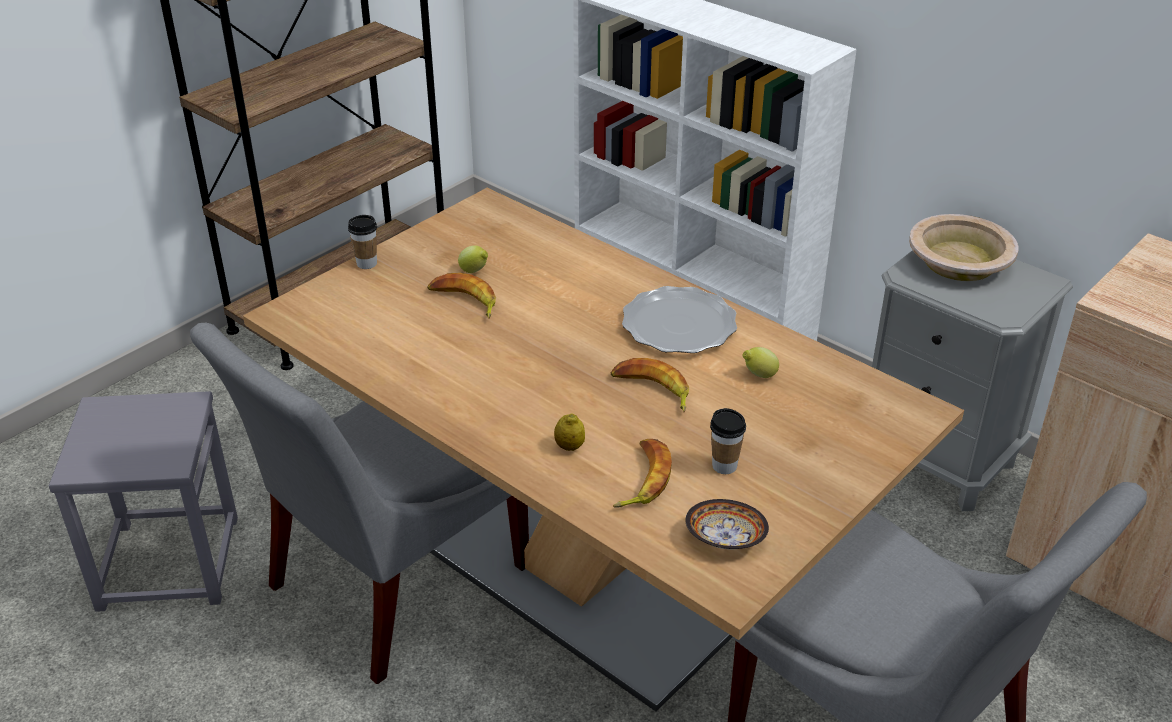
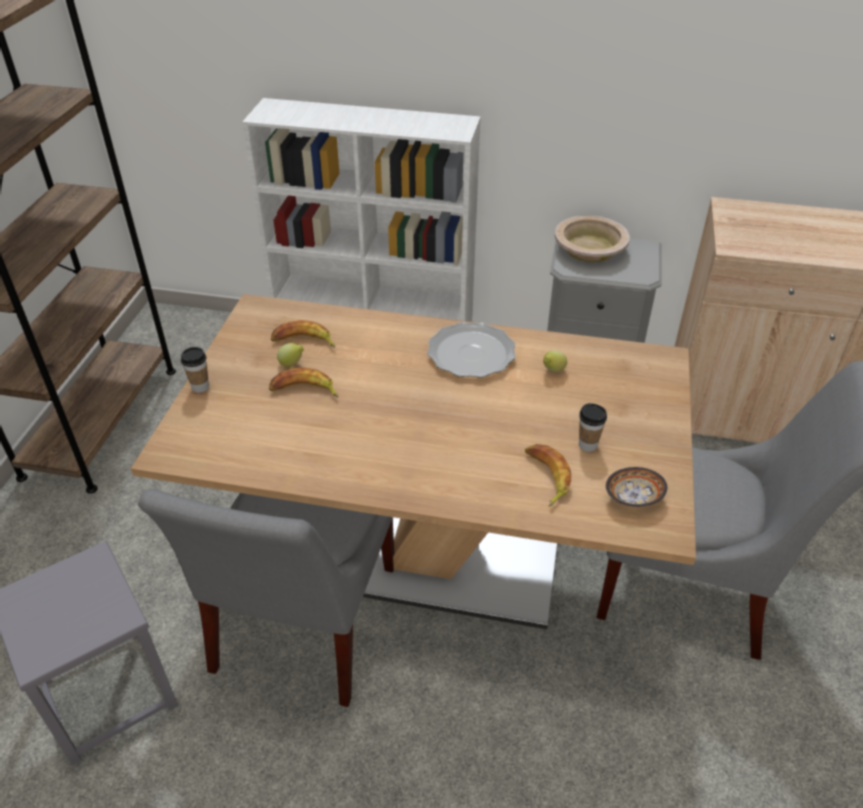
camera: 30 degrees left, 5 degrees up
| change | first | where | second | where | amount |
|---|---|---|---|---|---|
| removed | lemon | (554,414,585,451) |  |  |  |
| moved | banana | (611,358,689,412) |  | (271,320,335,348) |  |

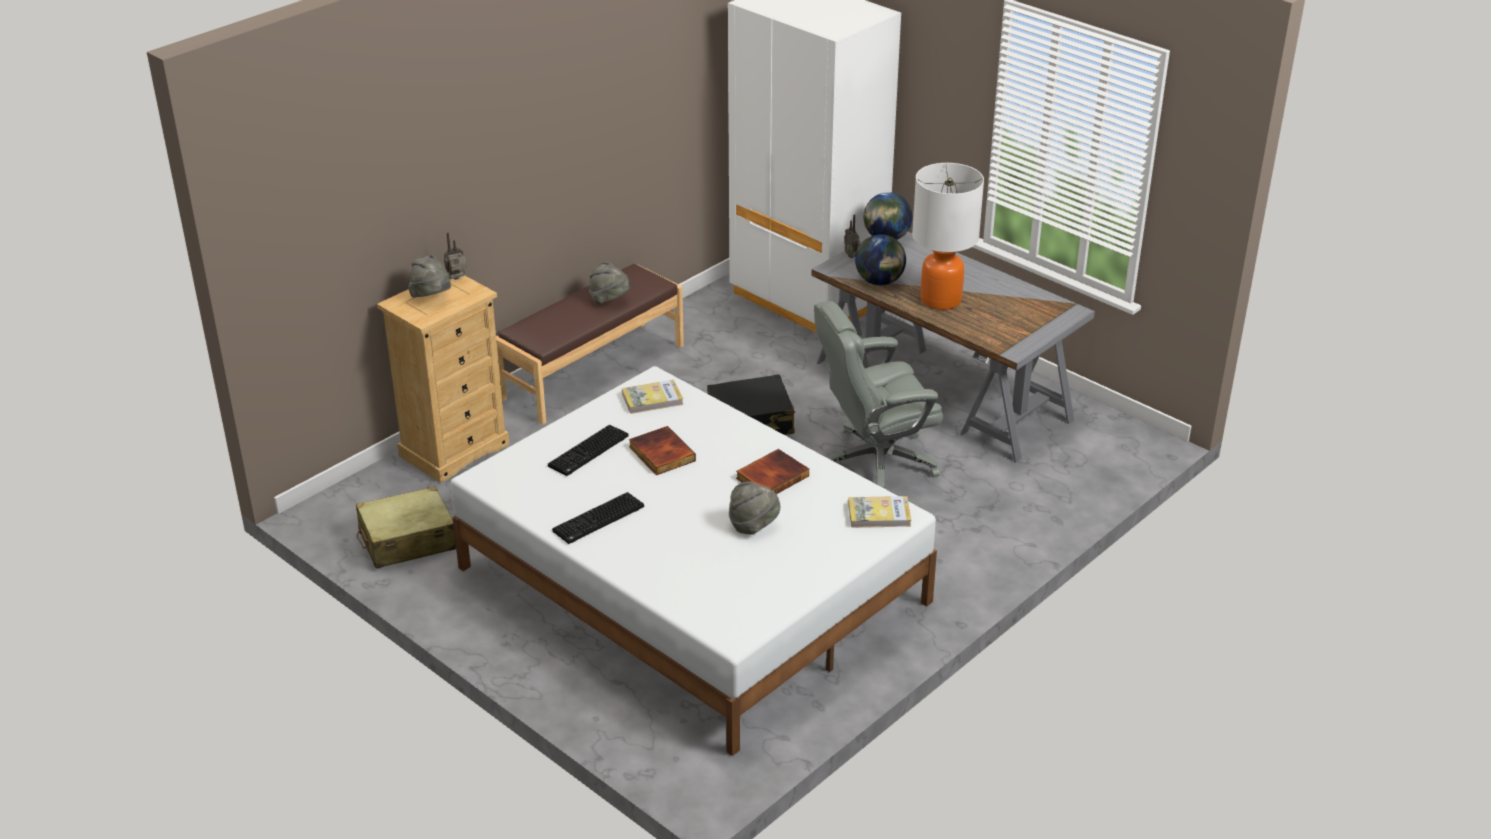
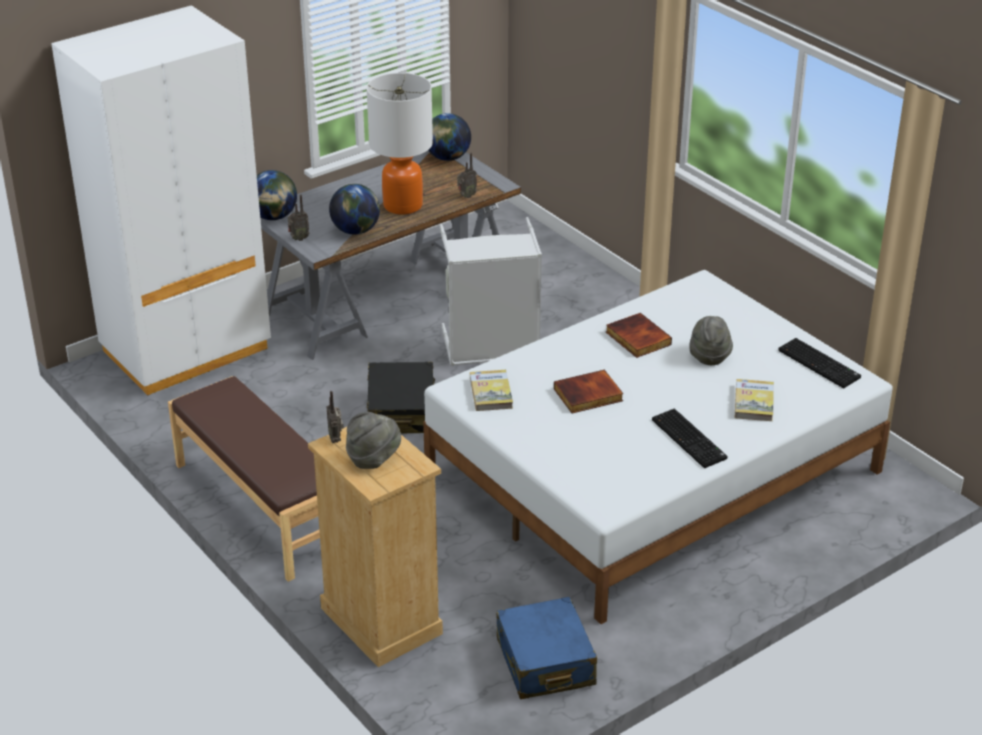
camera: 80 degrees left, 0 degrees up
| change | first | where | second | where | amount |
|---|---|---|---|---|---|
| removed | hat (grey) | (589,262,631,304) |  |  |  |
| added |  |  | globe | (428,113,471,161) |  |
| added |  |  | radio | (457,153,477,198) |  |
| moved | keyboard | (548,425,629,476) |  | (778,338,861,388) |  |
| moved | book | (848,496,911,528) |  | (735,379,774,421) |  |
| replaced | office chair (grey) | (814,301,943,488) | laundry basket (grey) | (439,217,542,366) |  |
| recoloured | suitcase (beige) | (356,486,456,569) | suitcase (blue) | (496,597,597,699) |  |

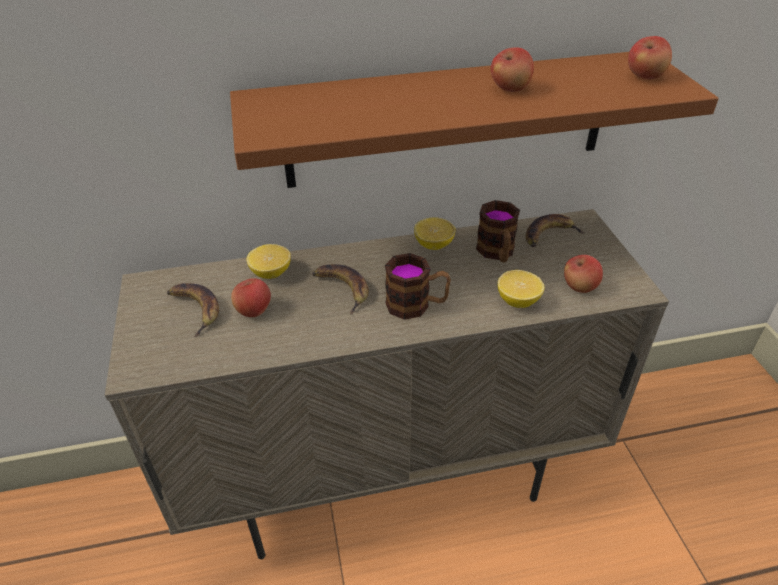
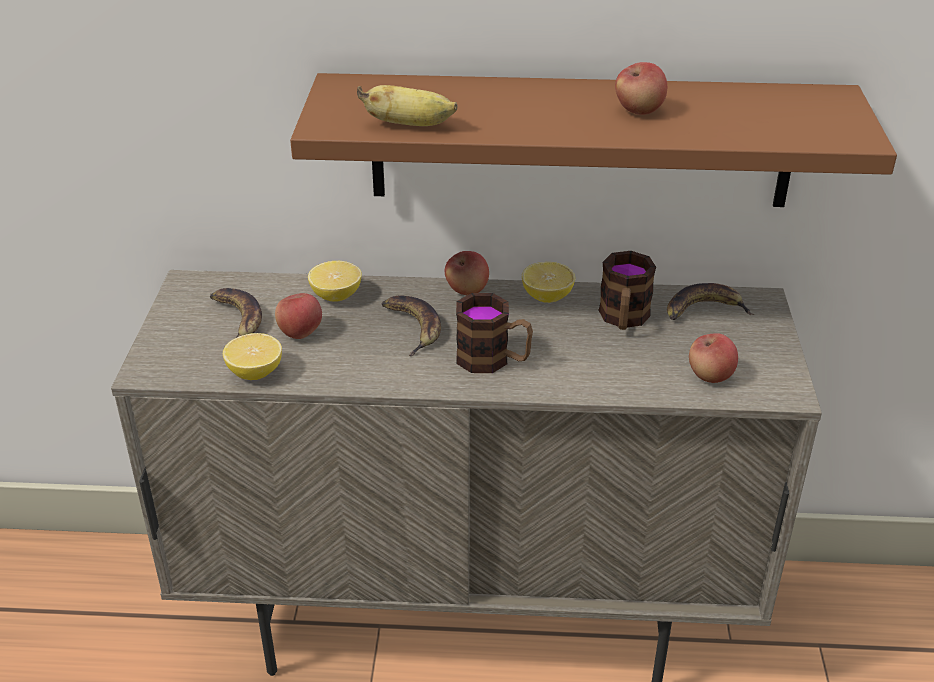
camera: 15 degrees right, 5 degrees down
| change | first | where | second | where | amount |
|---|---|---|---|---|---|
| added |  |  | banana | (357,85,457,126) |  |
| moved | lemon | (497,270,545,308) |  | (223,333,282,380) |  |
| moved | apple | (628,36,672,80) |  | (445,251,489,295) |  |

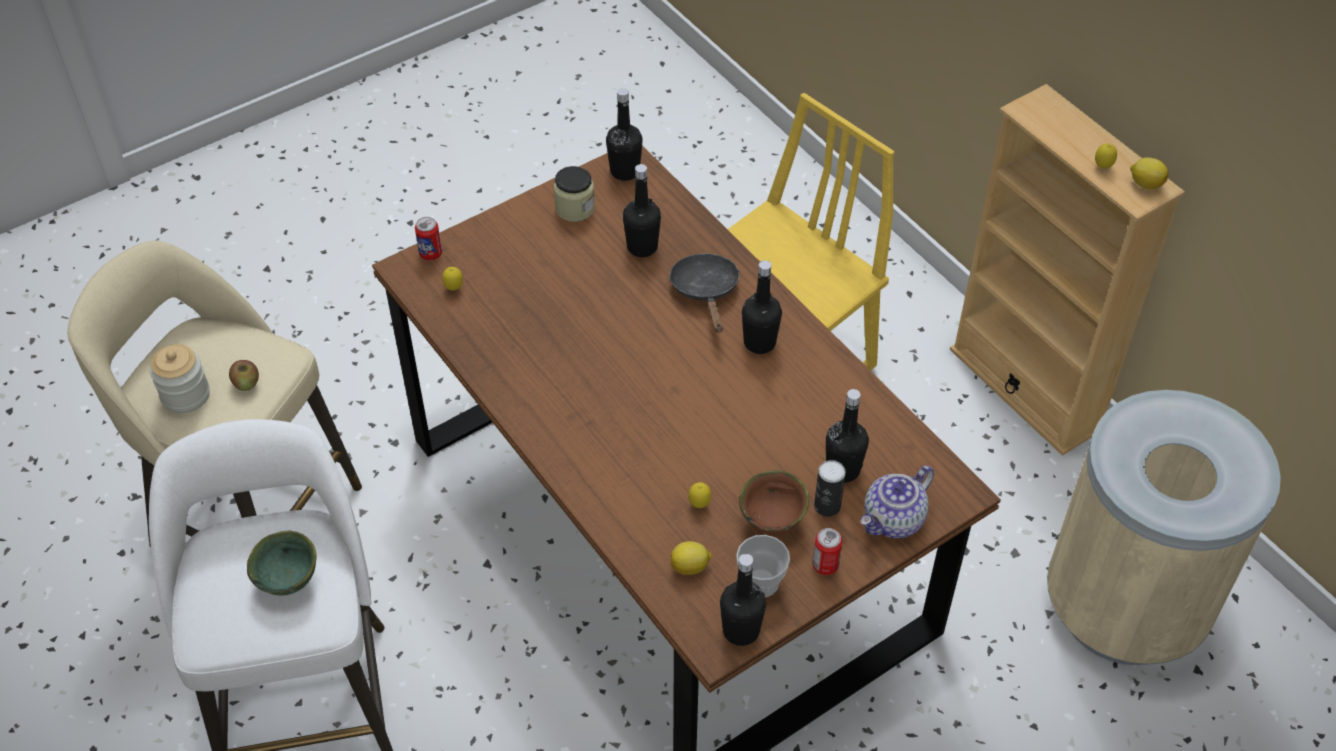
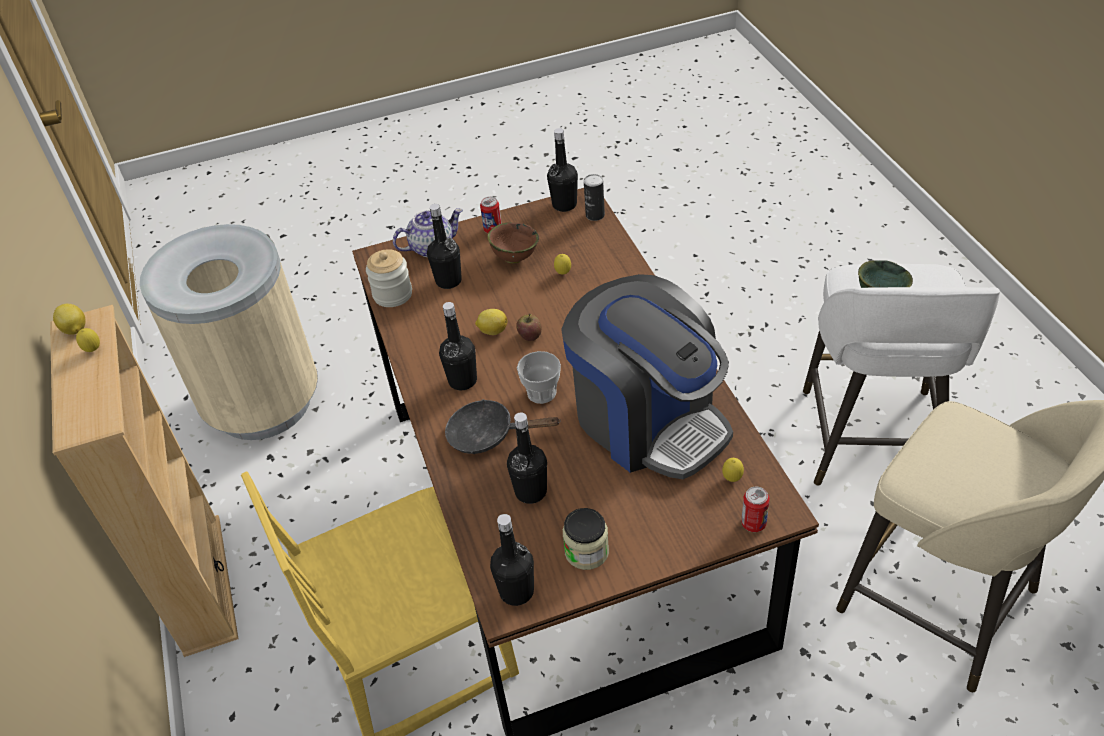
camera: 160 degrees left, 5 degrees down
| change | first | where | second | where | amount |
|---|---|---|---|---|---|
| added |  |  | coffee machine | (561,274,733,479) |  |
| moved | jar | (150,344,210,413) |  | (366,249,412,307) |  |
| moved | apple | (229,360,259,391) |  | (516,314,542,341) |  |
| moved | lemon | (670,541,712,575) |  | (475,309,507,335) |  |
| moved | cup | (736,535,790,598) |  | (517,351,561,404) |  |
| moved | can | (814,460,846,517) |  | (584,174,605,221) |  |
| turned | frying pan (black) | (669,253,740,333) |  | (445,399,561,454) | 90 degrees clockwise |

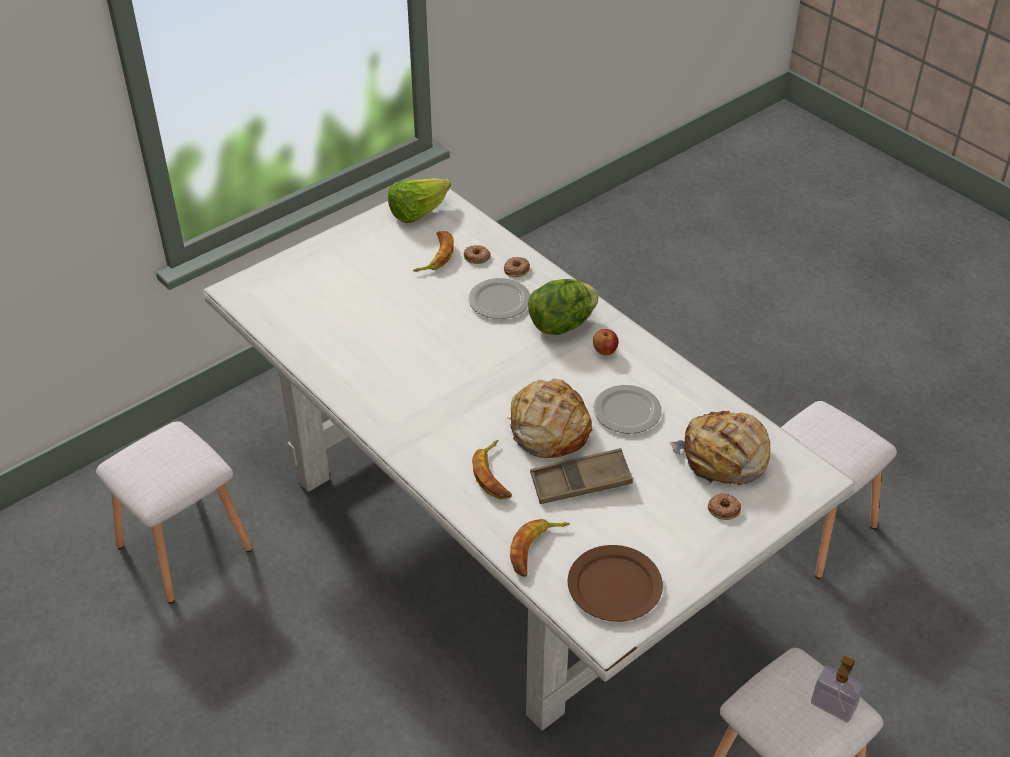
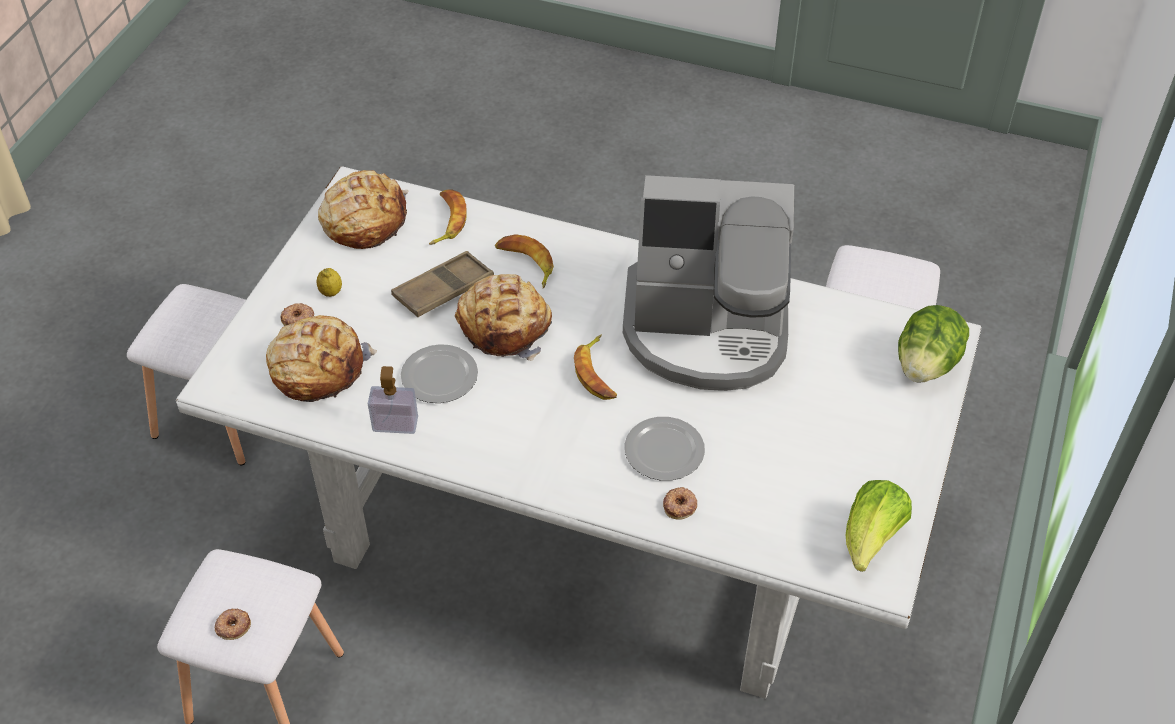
camera: 150 degrees right, 5 degrees up
| change | first | where | second | where | amount |
|---|---|---|---|---|---|
| removed | apple | (593,329,619,355) |  |  |  |
| added |  |  | lemon | (317,268,342,297) |  |
| added |  |  | coffee machine | (623,175,794,391) |  |
| moved | banana | (413,231,454,272) |  | (574,335,617,400) |  |
| moved | donut | (464,245,490,264) |  | (215,609,251,640) |  |
| moved | lettuce | (528,279,599,335) |  | (898,305,969,382) |  |
| moved | soap dispenser | (811,656,864,722) |  | (368,366,418,434) |  |
| replaced | plate (brown) | (568,545,663,622) | bread | (318,170,408,249) |  |

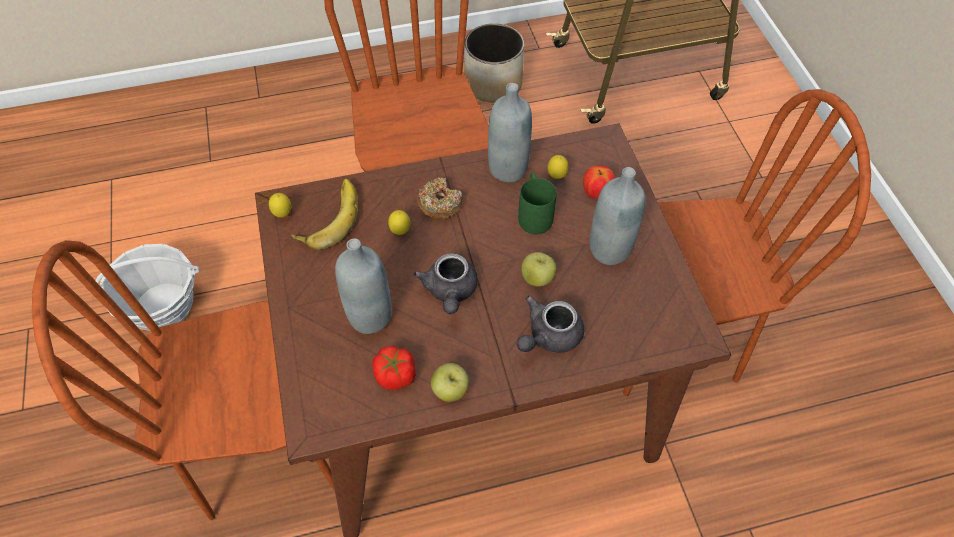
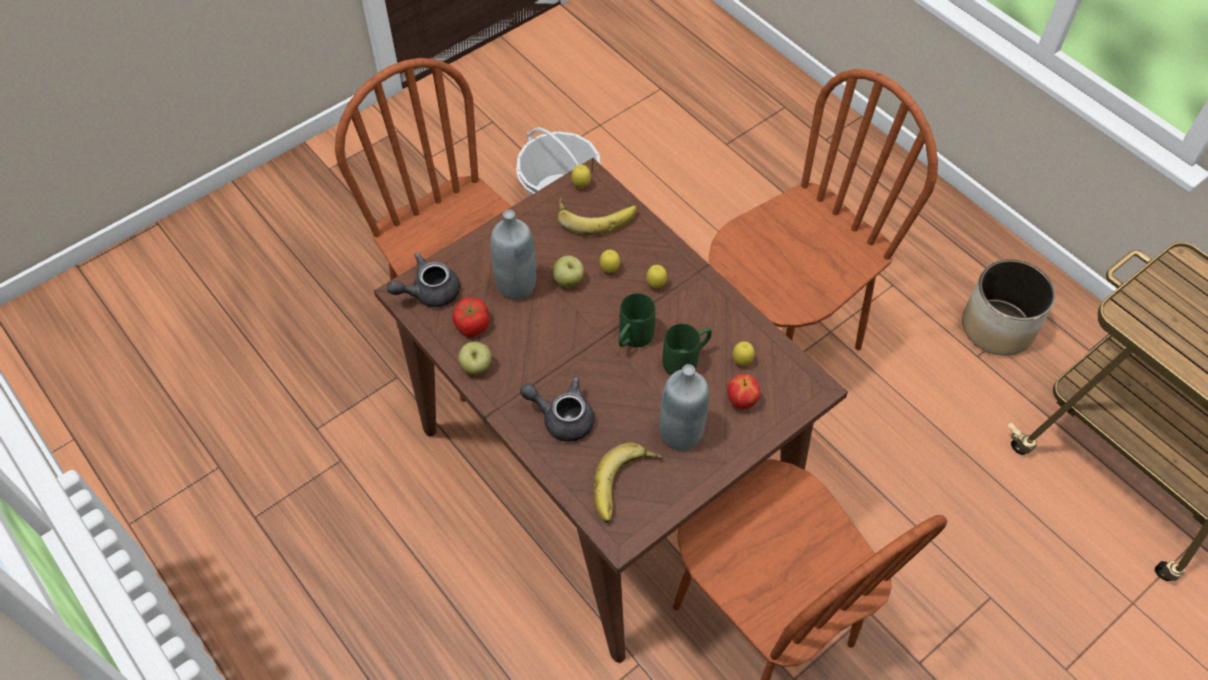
camera: 65 degrees right, 0 degrees up
| change | first | where | second | where | amount |
|---|---|---|---|---|---|
| removed | bottle (grey) | (488,83,532,182) |  |  |  |
| added |  |  | banana | (594,443,663,523) |  |
| added |  |  | mug (green) | (618,293,655,347) |  |
| moved | teapot (grey) | (413,253,478,314) |  | (387,253,460,307) |  |
| moved | apple | (521,252,557,287) |  | (552,255,584,287) |  |
| replaced | donut | (417,177,462,220) | lemon | (646,265,667,288) |  |

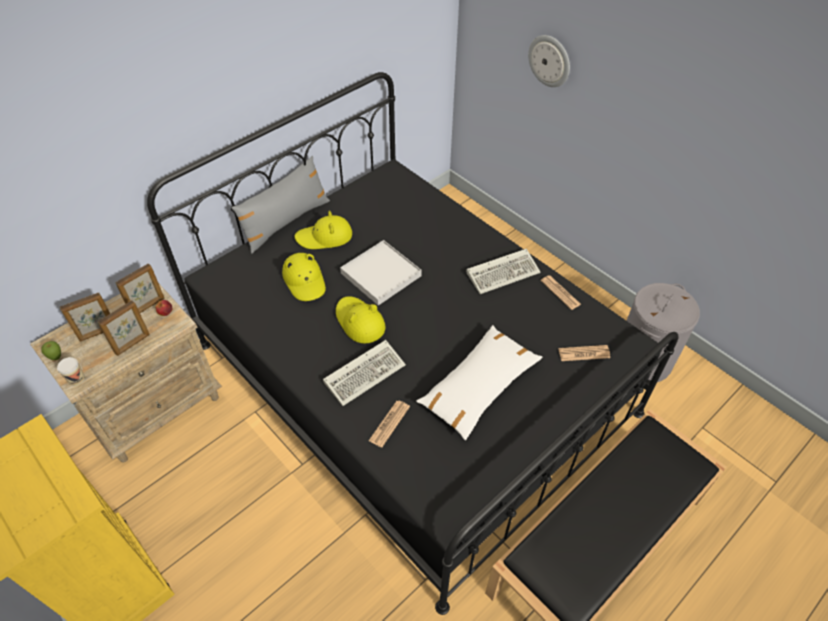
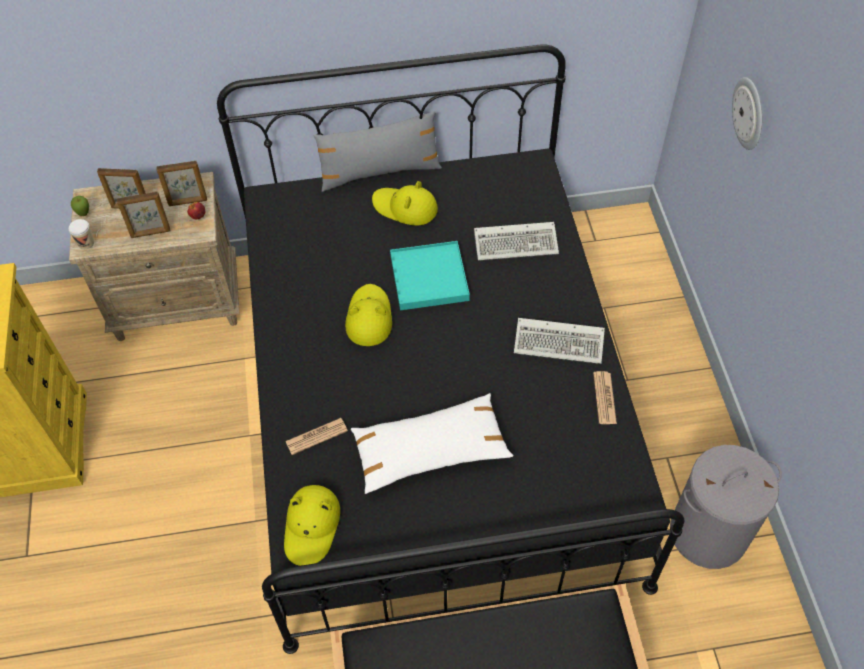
camera: 35 degrees right, 5 degrees up
| change | first | where | second | where | amount |
|---|---|---|---|---|---|
| removed | newspaper | (559,345,610,361) |  |  |  |
| moved | hat (yellow) | (282,253,326,301) |  | (284,485,340,566) |  |
| moved | keyboard | (323,340,406,406) |  | (474,222,559,260) |  |
| recoloured | tray (white) | (340,240,422,306) | tray (turquoise) | (390,241,470,310) |  |

